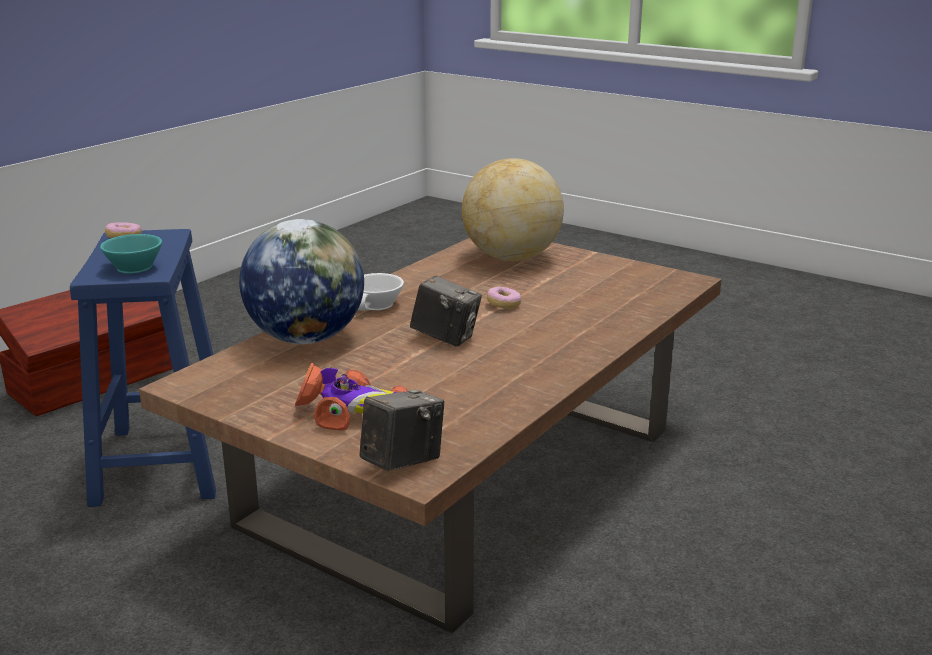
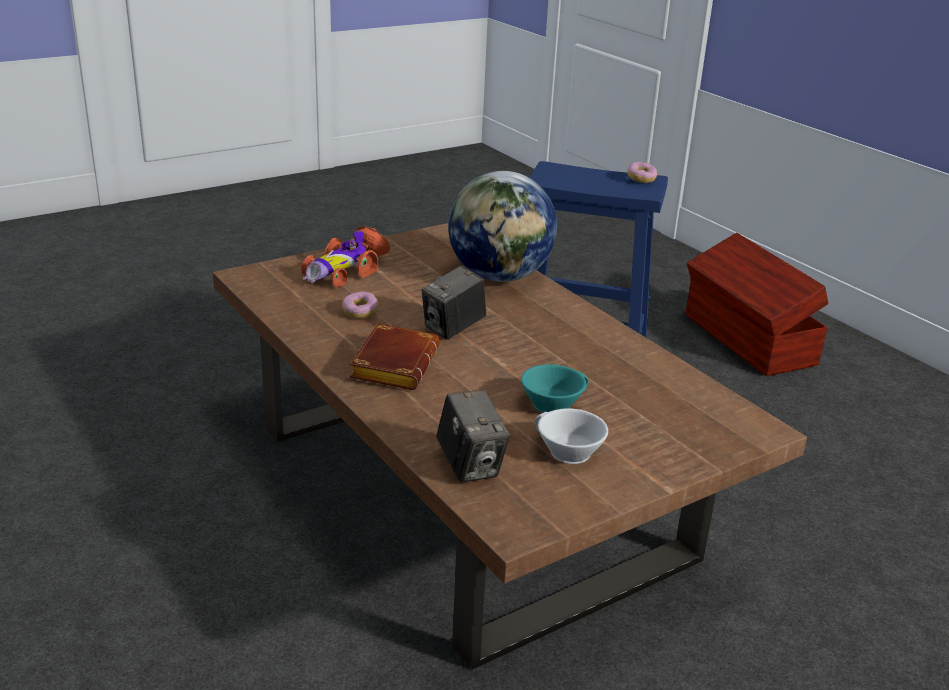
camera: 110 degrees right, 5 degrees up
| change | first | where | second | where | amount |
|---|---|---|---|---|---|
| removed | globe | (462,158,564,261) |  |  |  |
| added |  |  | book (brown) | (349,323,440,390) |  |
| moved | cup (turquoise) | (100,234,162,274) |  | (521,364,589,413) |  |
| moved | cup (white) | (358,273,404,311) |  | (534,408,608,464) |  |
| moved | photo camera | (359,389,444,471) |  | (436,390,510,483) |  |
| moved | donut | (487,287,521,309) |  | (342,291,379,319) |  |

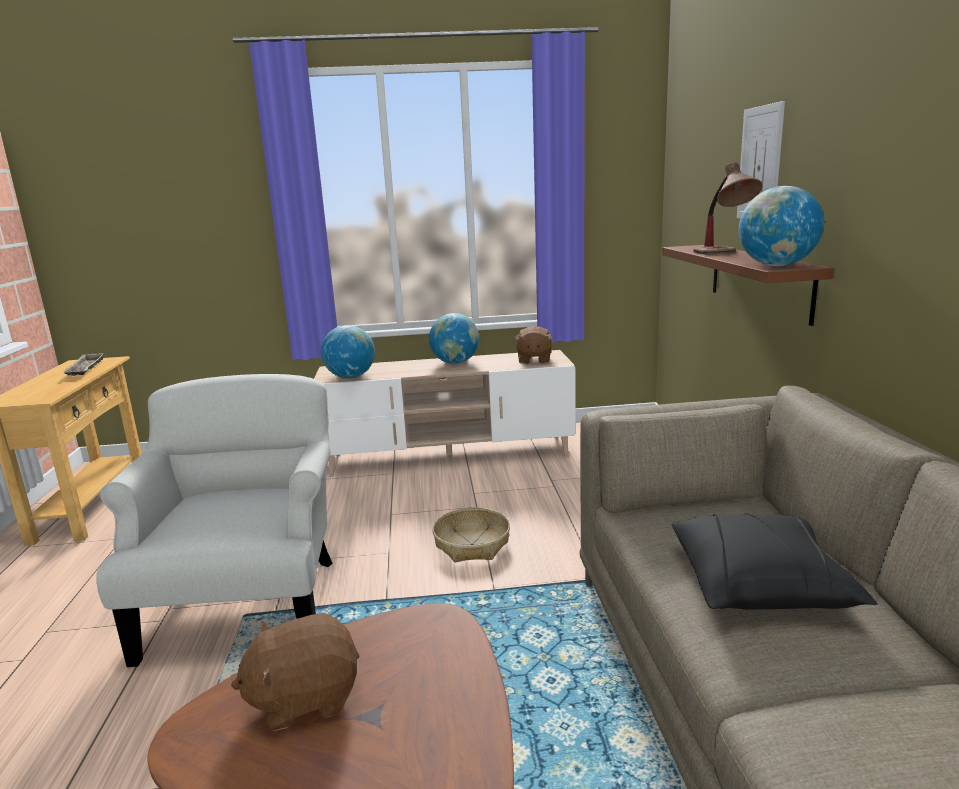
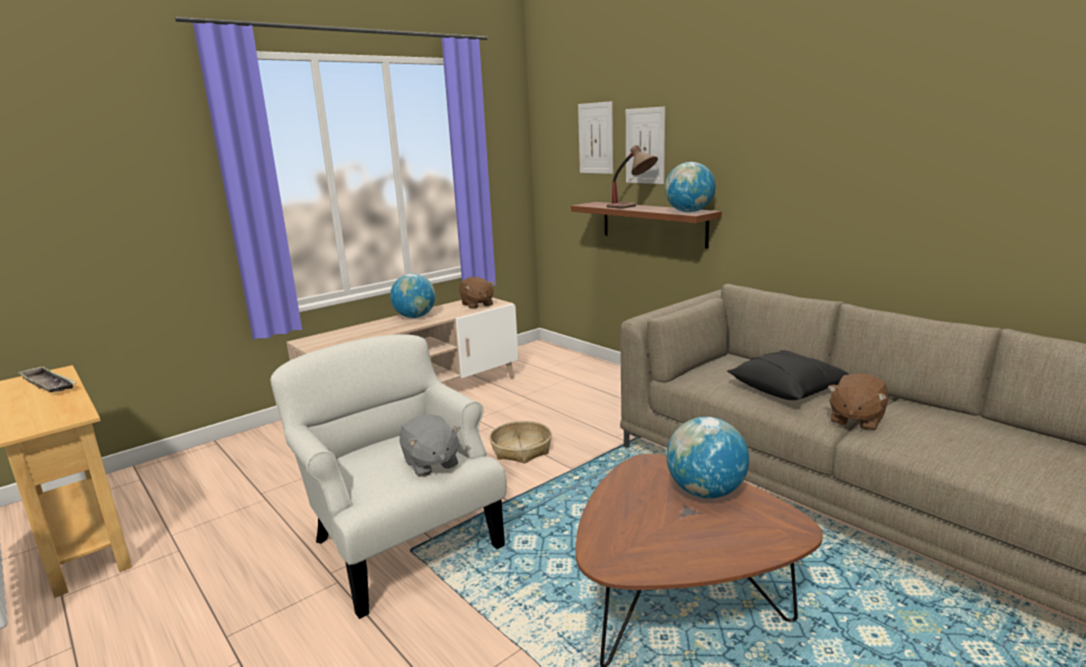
camera: 35 degrees left, 0 degrees up
| change | first | where | second | where | amount |
|---|---|---|---|---|---|
| added |  |  | plush toy (grey) | (399,414,461,477) |  |
| added |  |  | picture | (578,101,613,174) |  |
| moved | plush toy (brown) | (231,613,359,731) |  | (828,373,889,431) |  |
| moved | globe | (321,325,375,378) |  | (666,417,749,499) |  |

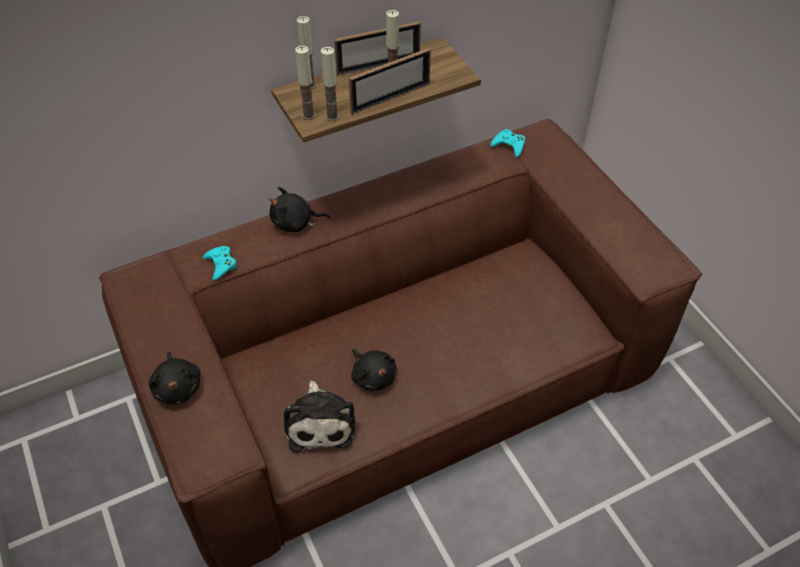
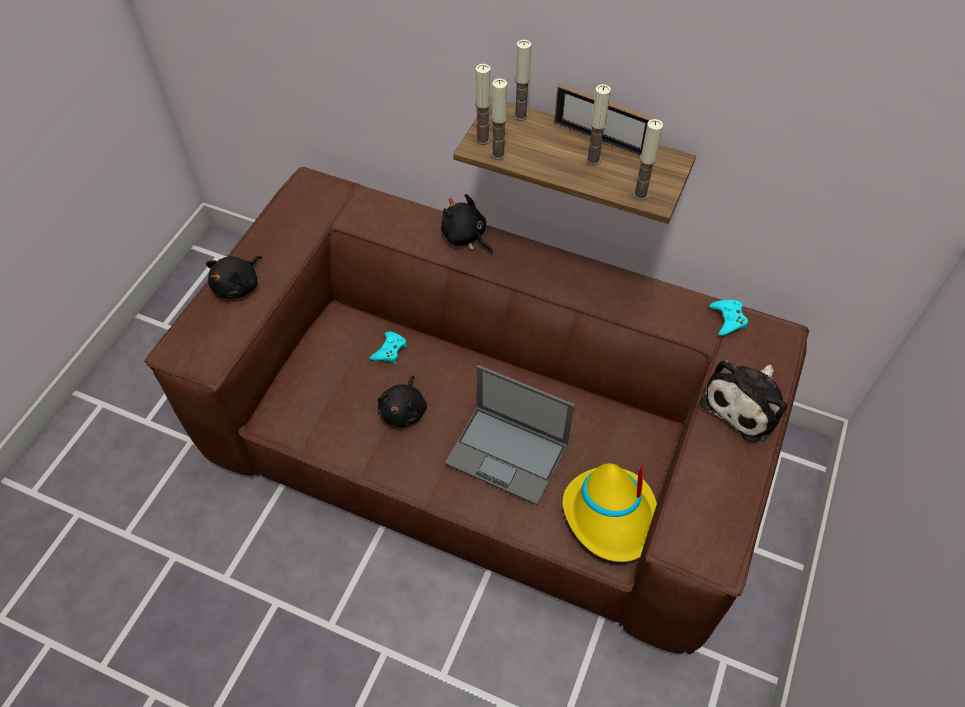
camera: 50 degrees right, 5 degrees up
| change | first | where | second | where | amount |
|---|---|---|---|---|---|
| removed | picture frame | (349,48,431,115) |  |  |  |
| added |  |  | laptop | (445,365,574,505) |  |
| added |  |  | hat (yellow) | (563,462,657,562) |  |
| added |  |  | candle | (633,119,663,201) |  |
| moved | game controller (turquoise) | (203,246,237,281) |  | (370,332,407,363) |  |
| moved | plush toy | (284,381,355,452) |  | (700,360,787,442) |  |

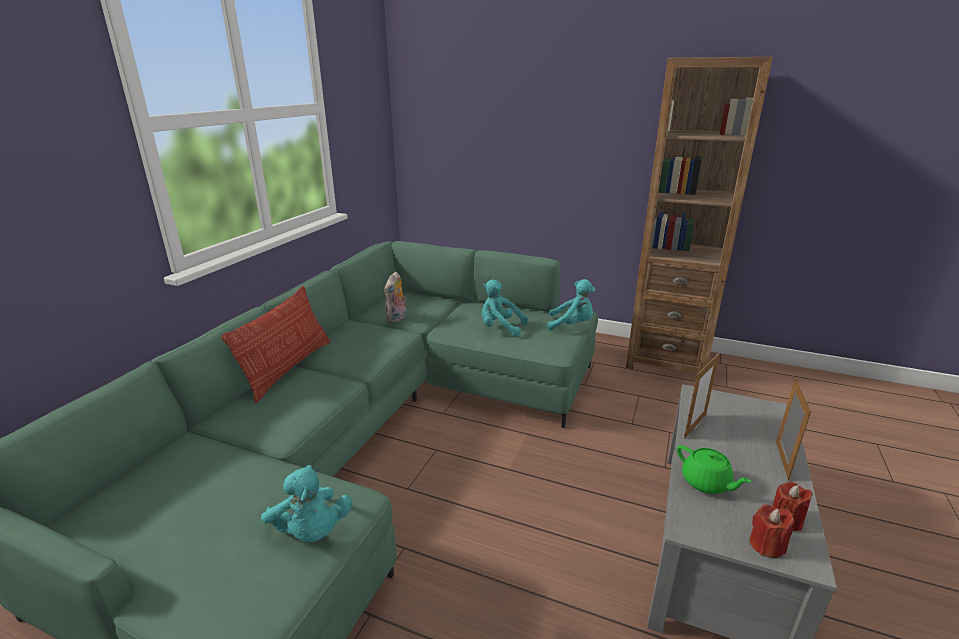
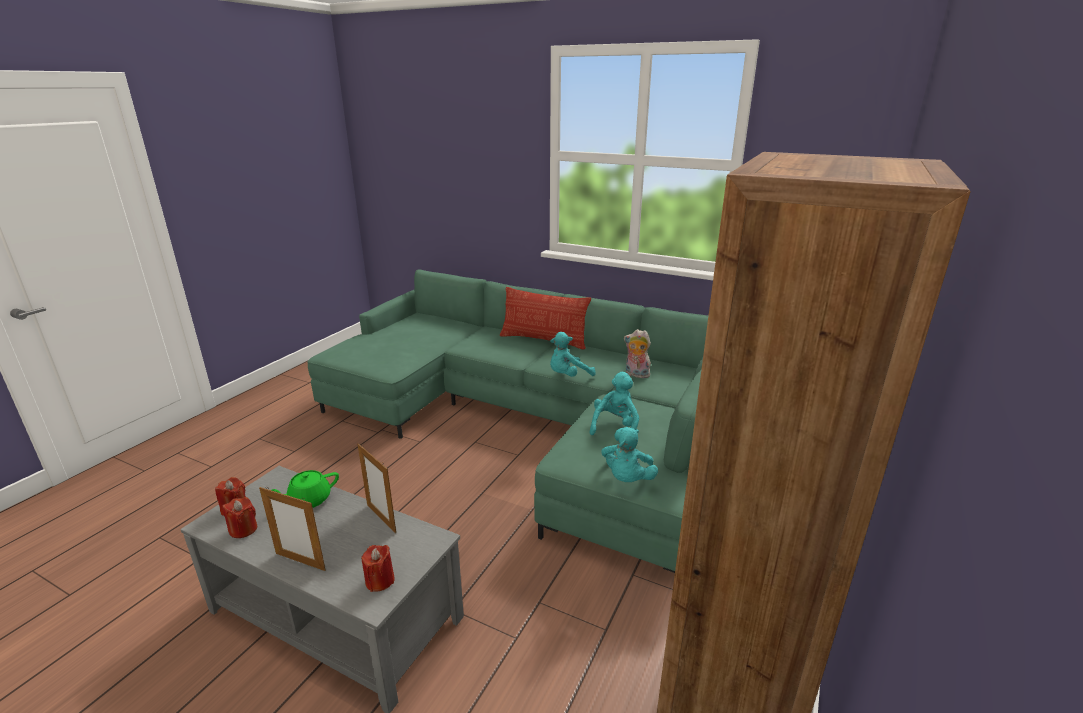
camera: 95 degrees right, 0 degrees up
| change | first | where | second | where | amount |
|---|---|---|---|---|---|
| added |  |  | candle (red) | (361,545,395,592) |  |
| moved | plush toy (turquoise) | (261,465,352,542) |  | (550,332,596,377) |  |

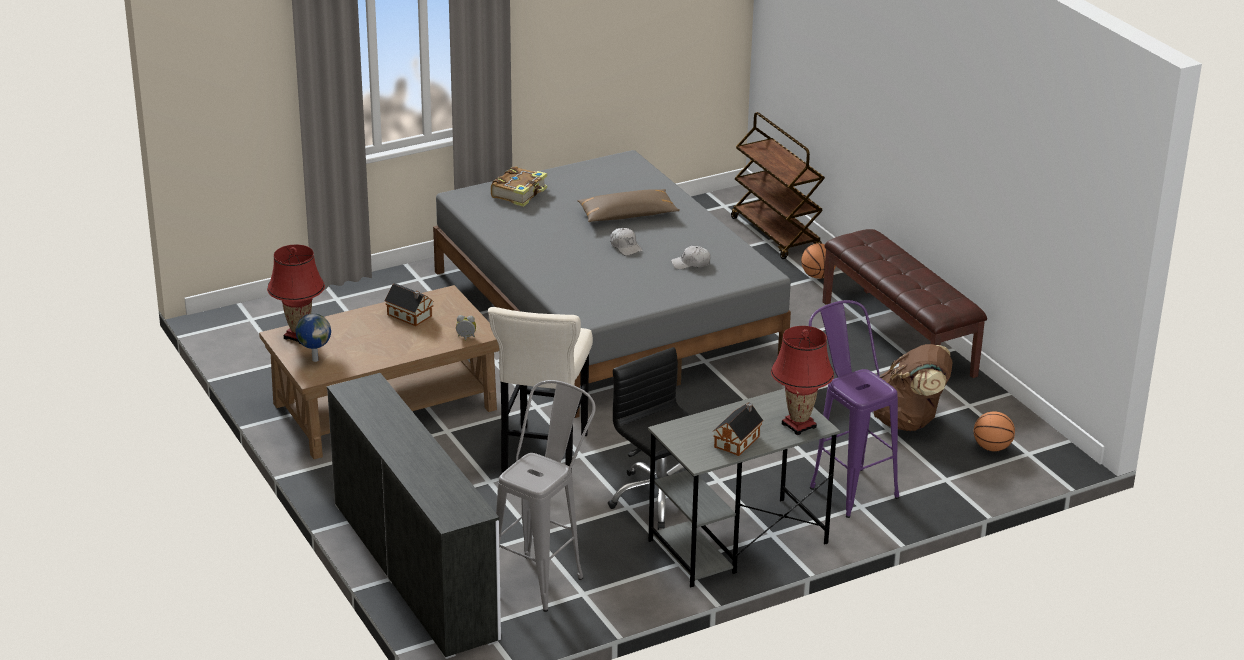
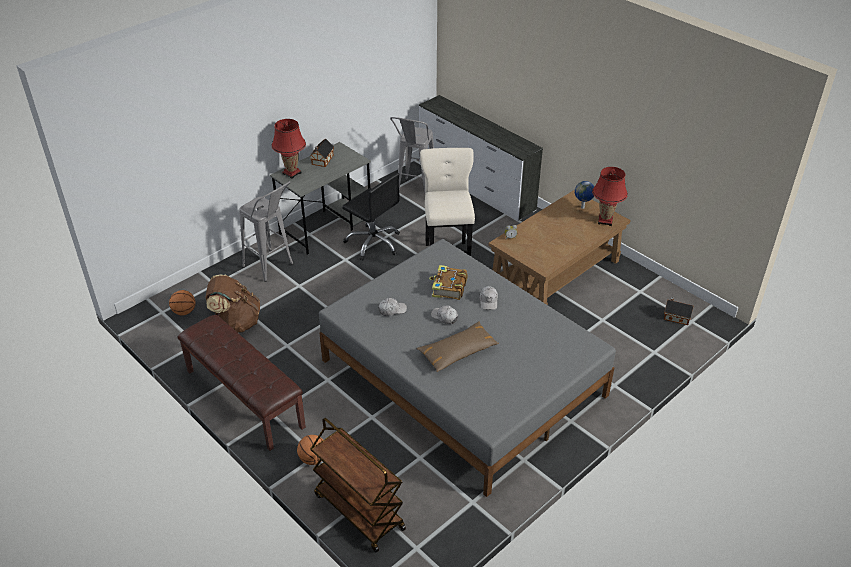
camera: 165 degrees right, 10 degrees up
| change | first | where | second | where | amount |
|---|---|---|---|---|---|
| added |  |  | cap (white) | (479,286,498,310) |  |
| moved | toy house | (385,283,434,326) |  | (664,297,693,325) |  |
| moved | book | (491,166,547,207) |  | (429,265,467,300) |  |
| recoloured | stool (purple) | (809,300,899,518) | stool (grey) | (239,181,293,282) |  |

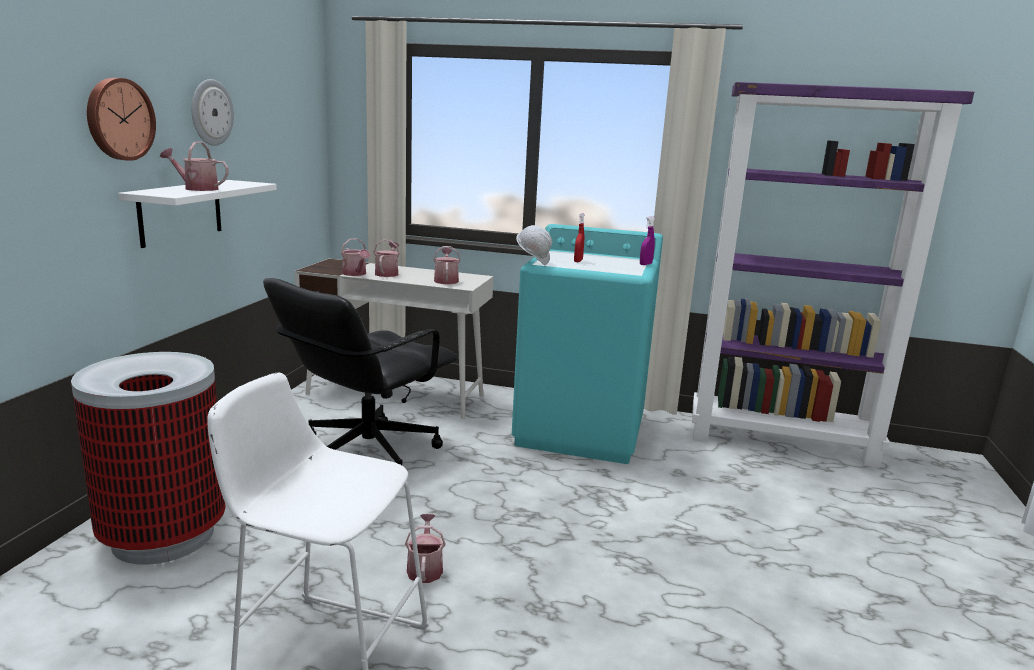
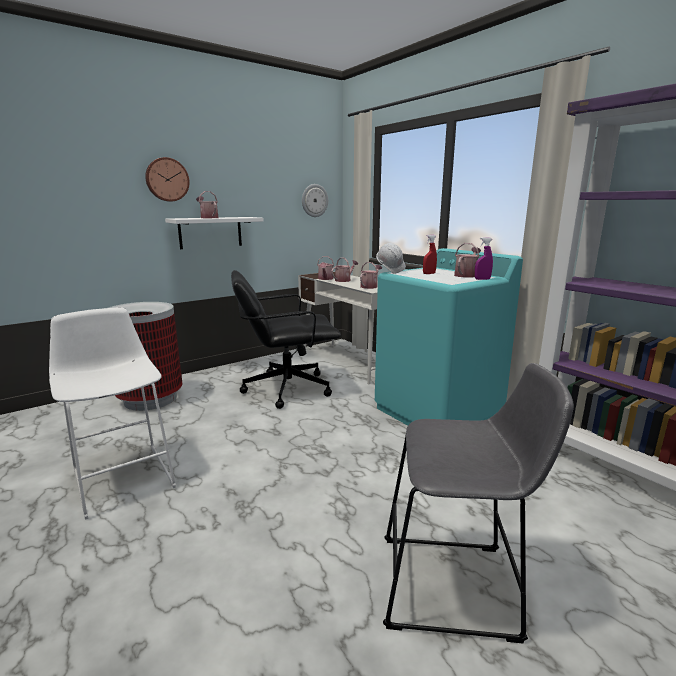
camera: 40 degrees right, 0 degrees up
| change | first | where | second | where | amount |
|---|---|---|---|---|---|
| added |  |  | stool (grey) | (383,363,574,644) |  |
| moved | wall clock | (192,79,234,146) |  | (302,184,328,217) |  |
| moved | watering can | (405,514,446,583) |  | (454,243,481,278) |  |

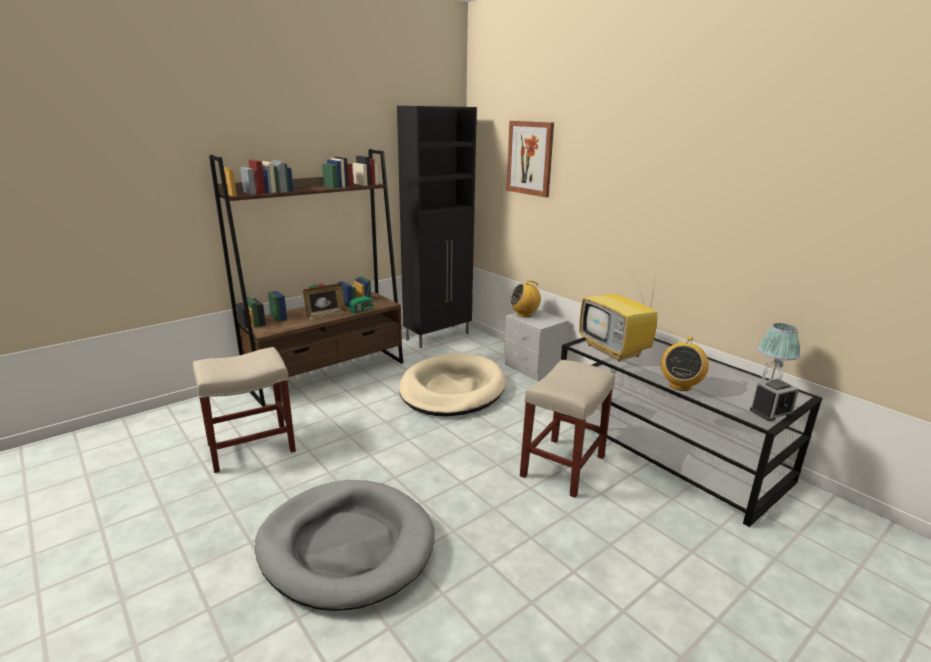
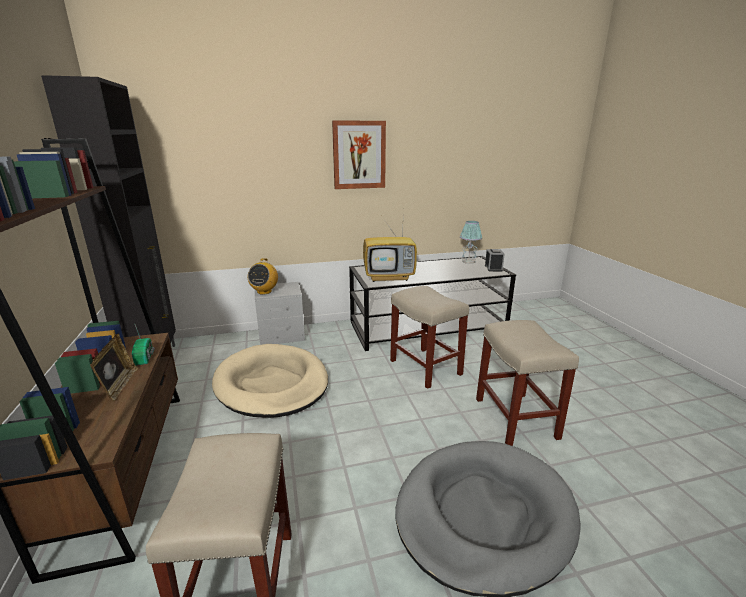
camera: 65 degrees left, 0 degrees up
| change | first | where | second | where | amount |
|---|---|---|---|---|---|
| removed | radio | (661,337,709,391) |  |  |  |
| added |  |  | stool (beige) | (476,320,579,446) |  |
| moved | picture | (506,121,554,197) |  | (332,120,386,189) |  |

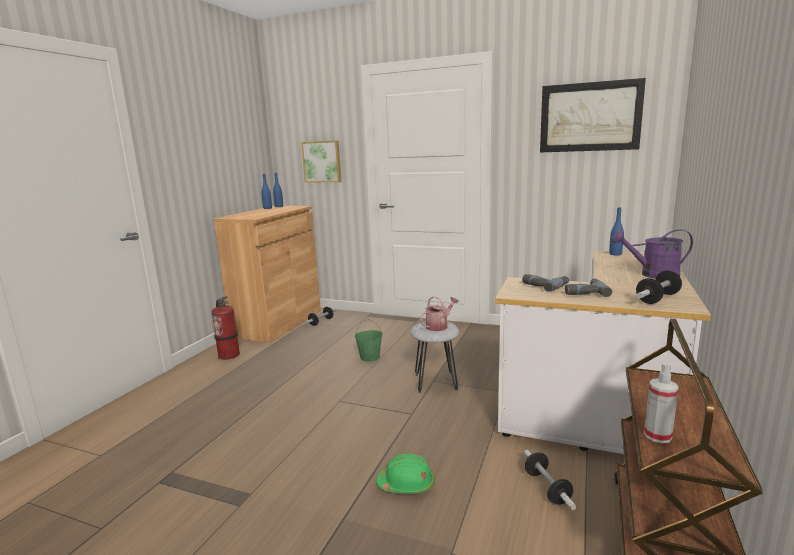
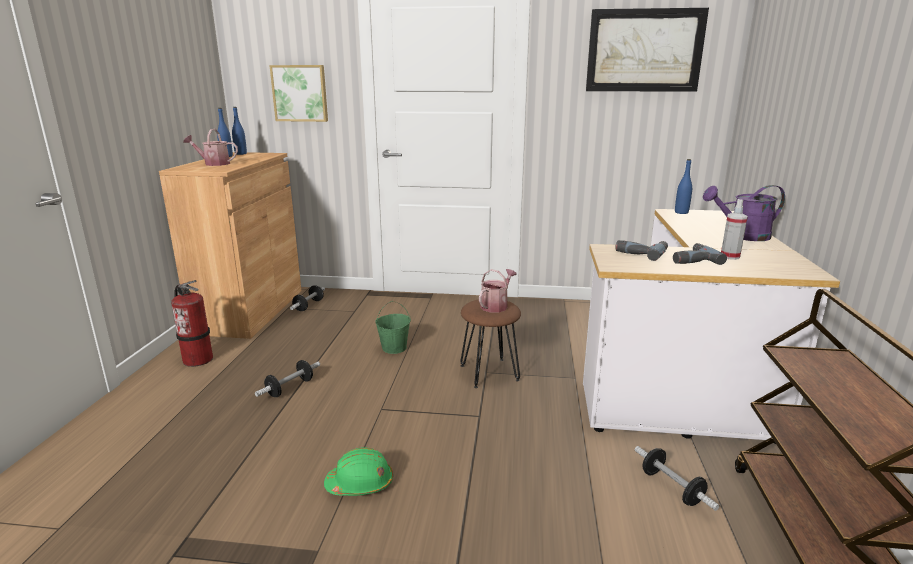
camera: 15 degrees left, 5 degrees up
| change | first | where | second | where | amount |
|---|---|---|---|---|---|
| added |  |  | watering can | (183,129,238,166) |  |
| moved | hard hat (green) | (376,453,435,494) |  | (324,448,393,496) |  |
| moved | dumbbell | (636,270,682,304) |  | (255,360,320,397) |  |
| moved | spray bottle | (644,363,679,443) |  | (721,199,748,260) |  |
| recoloured | stool (grey) | (410,321,459,393) | stool (brown) | (460,299,521,388) |  |

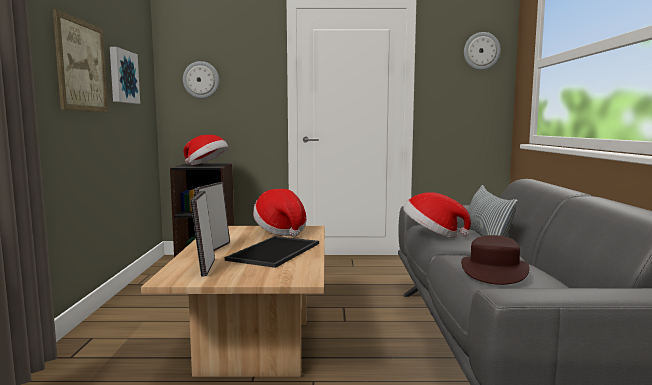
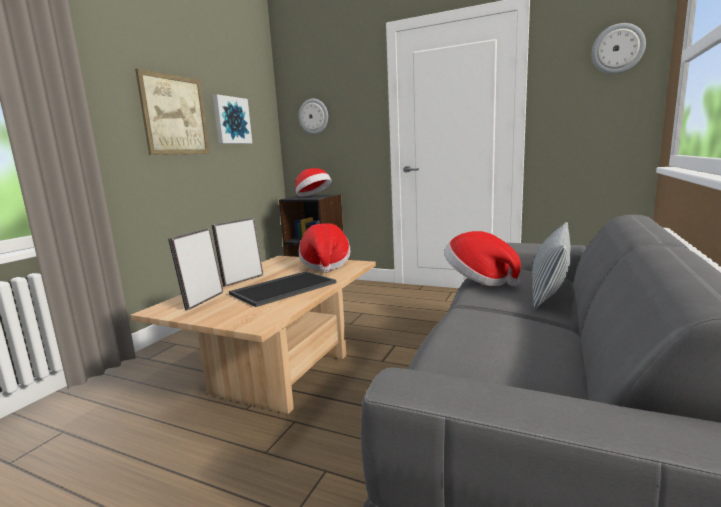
camera: 25 degrees right, 5 degrees up
| change | first | where | second | where | amount |
|---|---|---|---|---|---|
| removed | hat (brown) | (461,235,530,285) |  |  |  |

